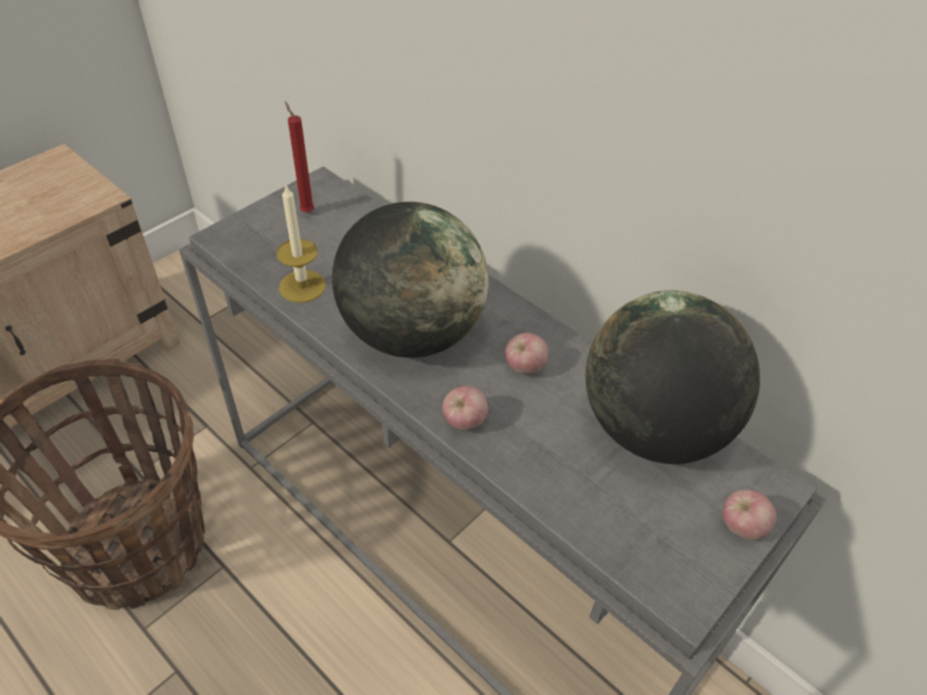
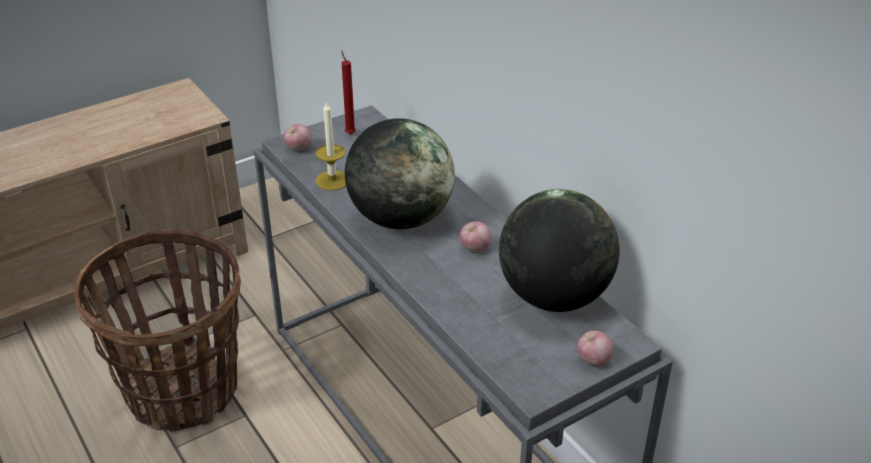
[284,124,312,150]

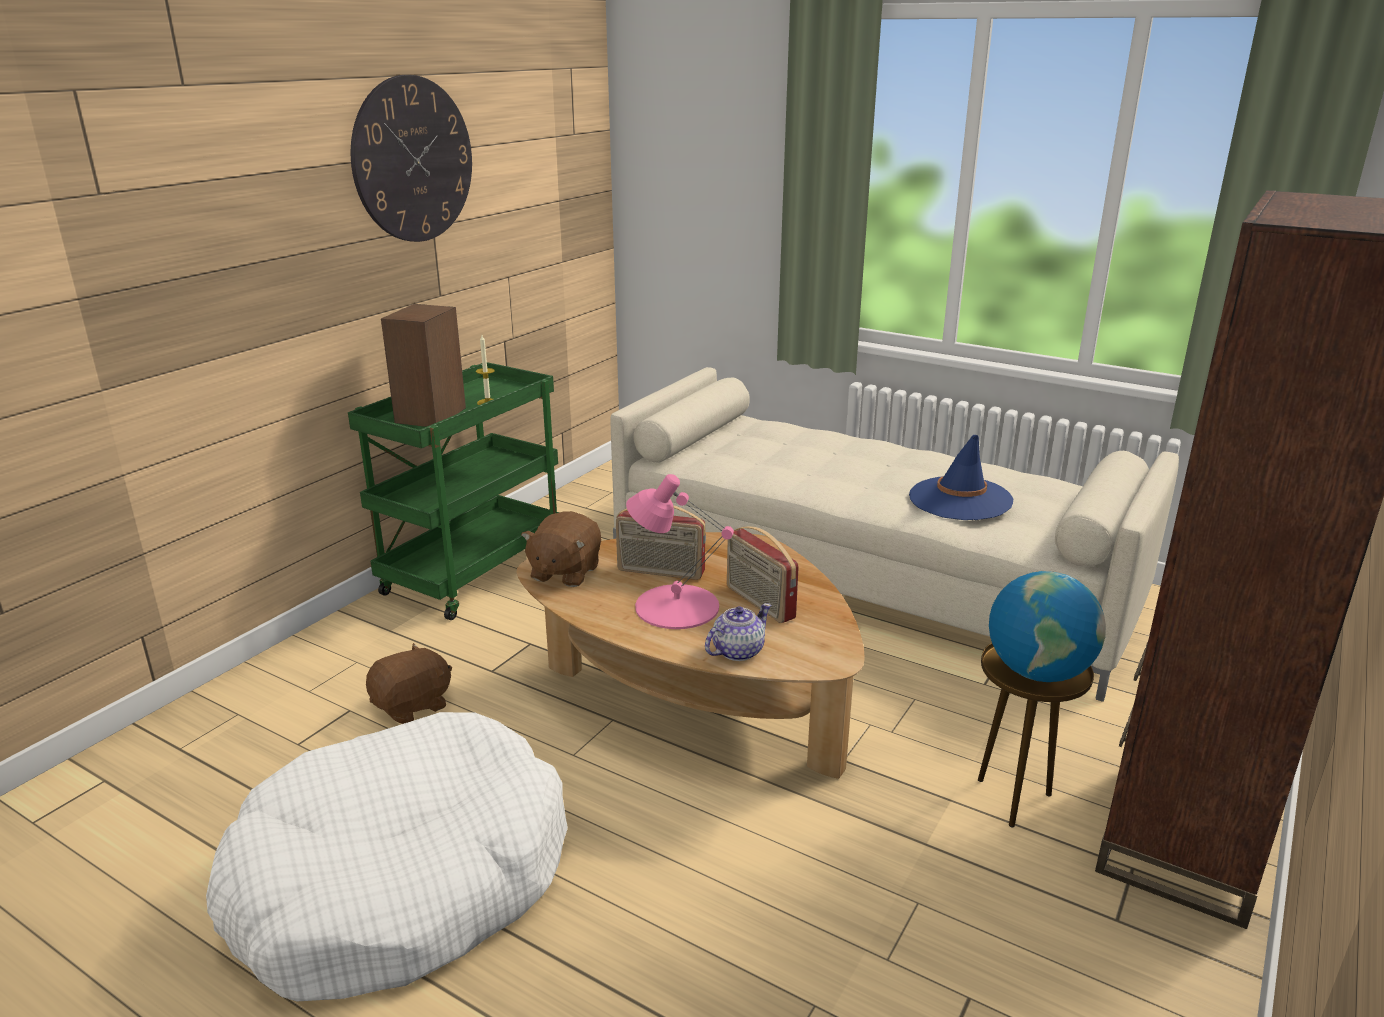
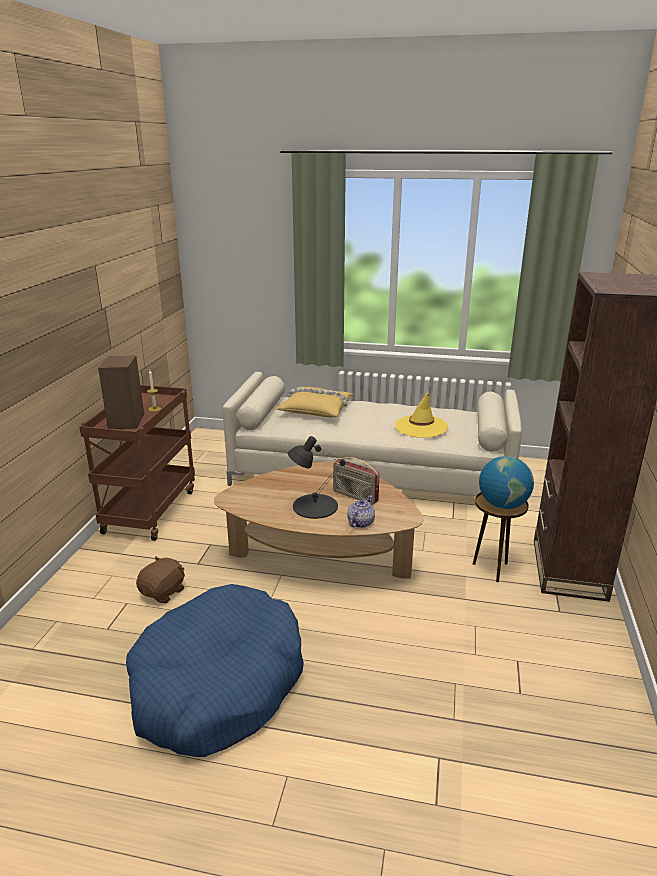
[126,584,304,757]
[80,385,195,541]
[351,75,472,242] (first image)
[521,511,601,587] (first image)
[616,505,706,580] (first image)
[287,436,346,519]
[395,393,448,438]
[276,387,353,417]

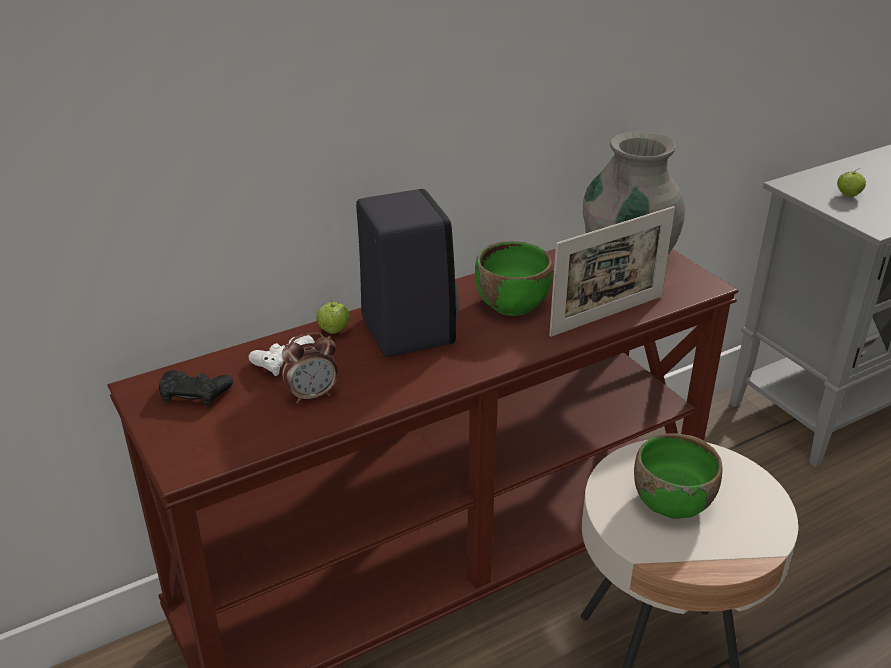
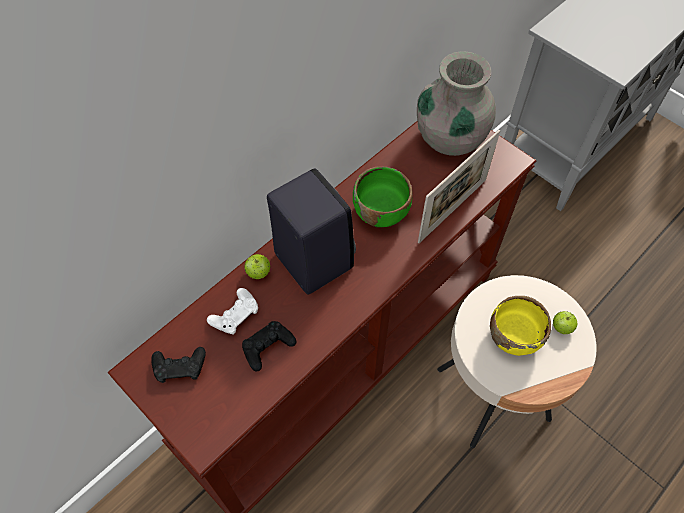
[242,321,296,371]
[490,296,551,356]
[553,311,578,334]

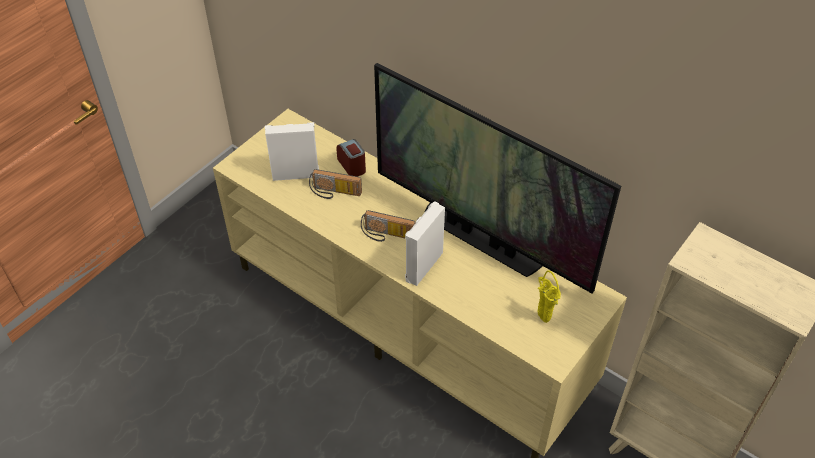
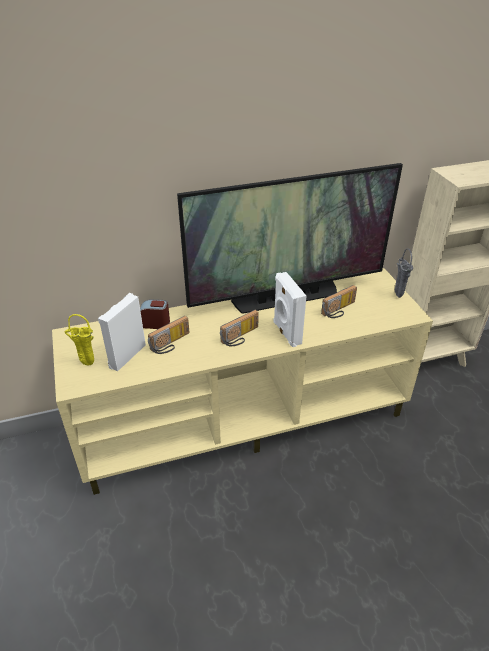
[65,314,94,365]
[321,285,357,318]
[395,248,413,298]

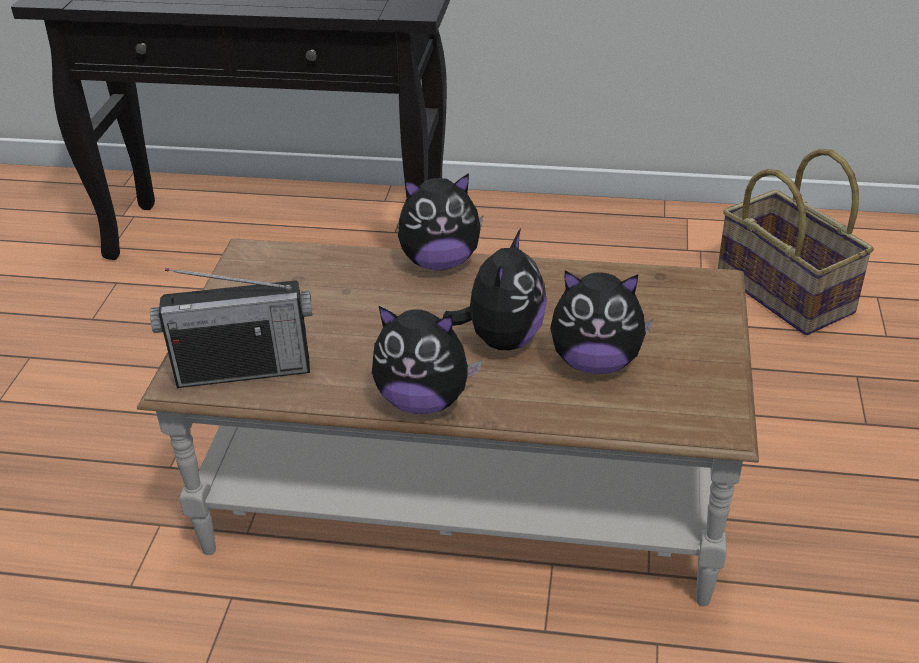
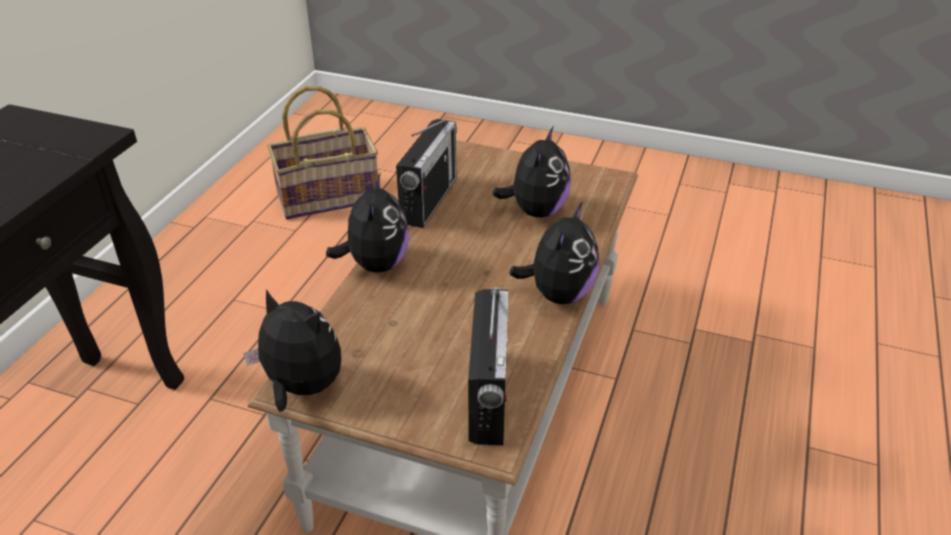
[243,289,341,412]
[396,119,457,228]

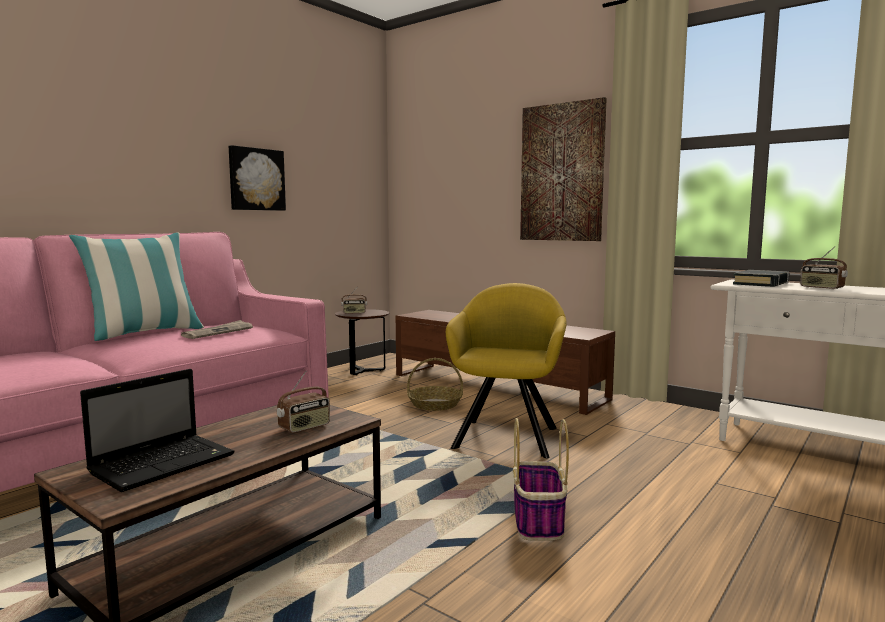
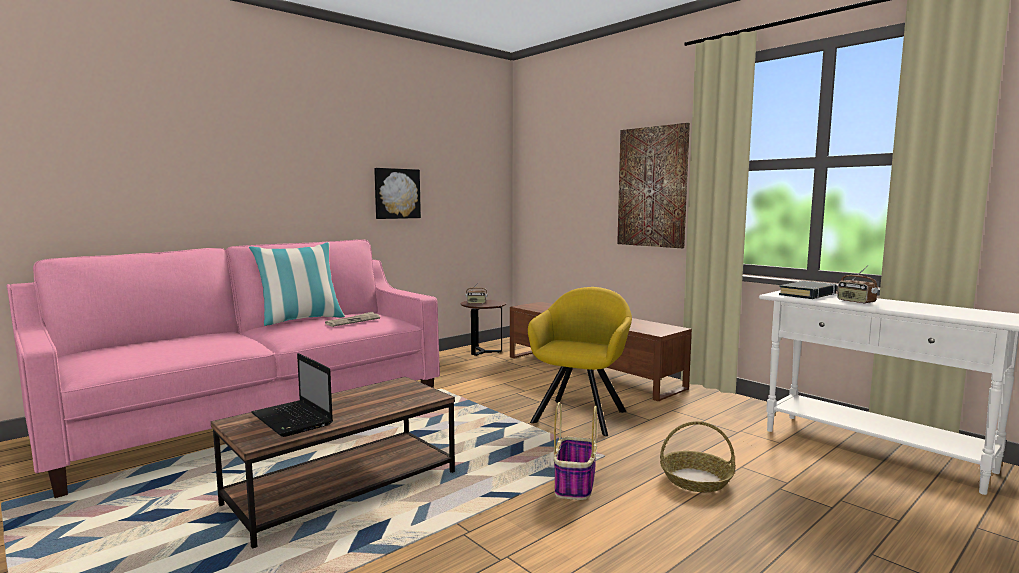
[251,353,333,437]
[277,371,330,433] (first image)
[660,421,735,492]

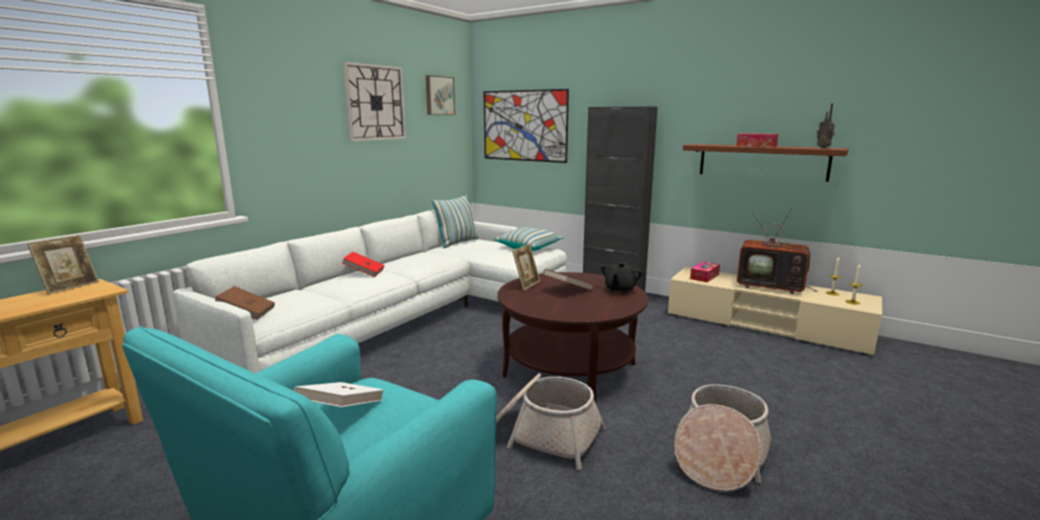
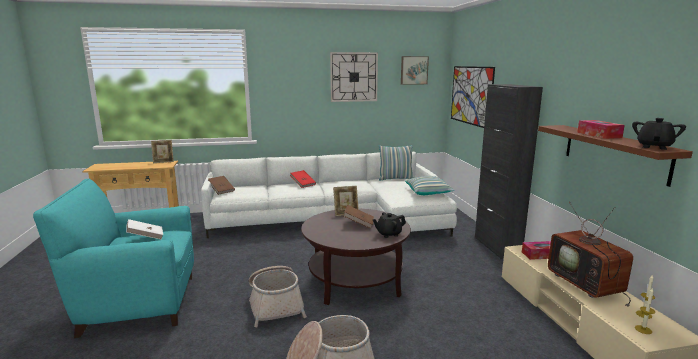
[632,118,686,150]

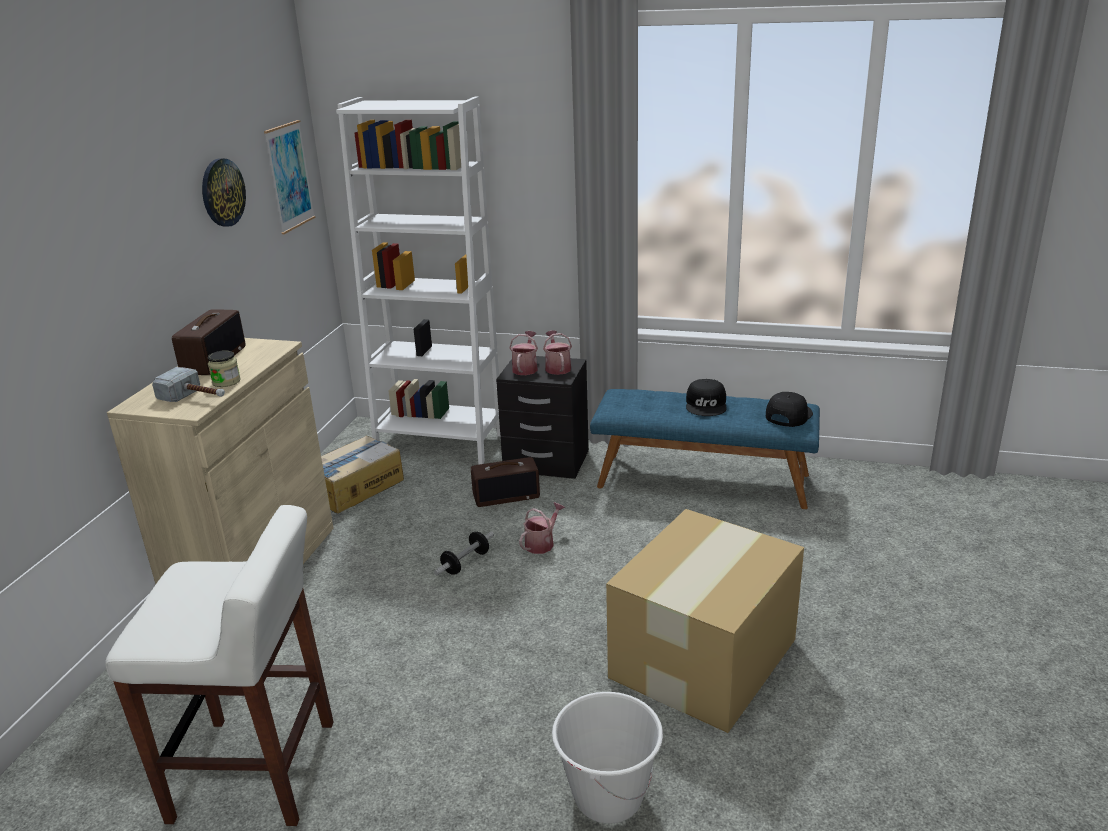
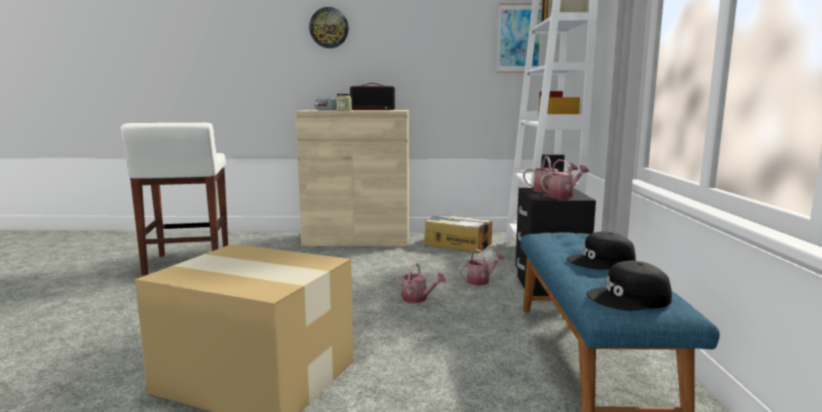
[309,7,349,48]
[434,531,494,576] (first image)
[459,249,505,286]
[552,692,663,824] (first image)
[587,261,672,310]

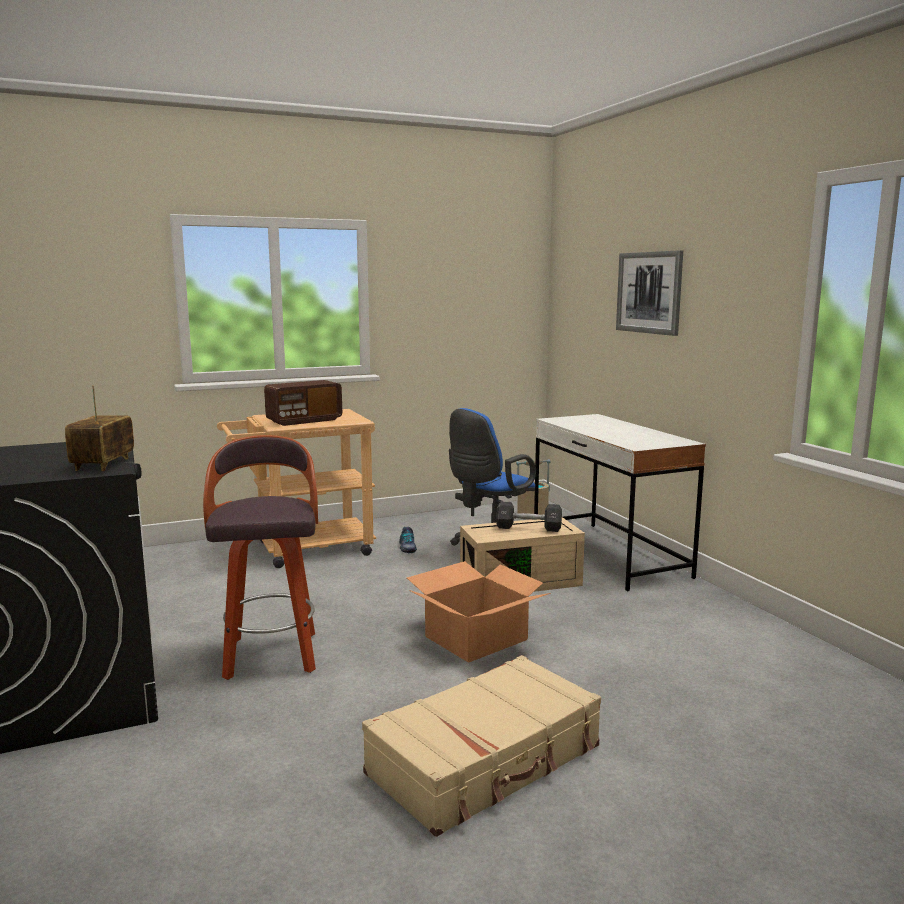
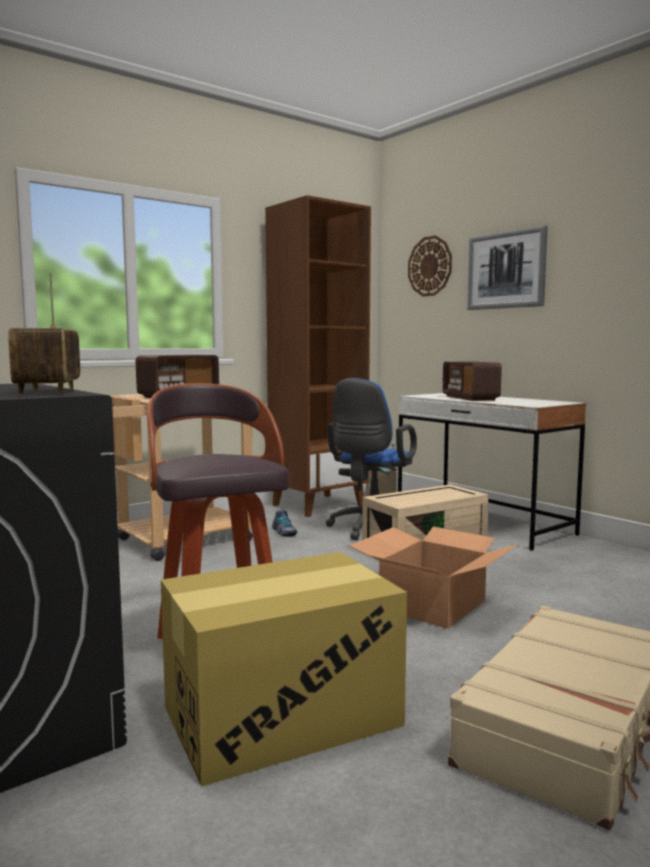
[496,502,562,532] (first image)
[161,552,407,787]
[265,195,371,517]
[408,235,452,296]
[443,361,502,401]

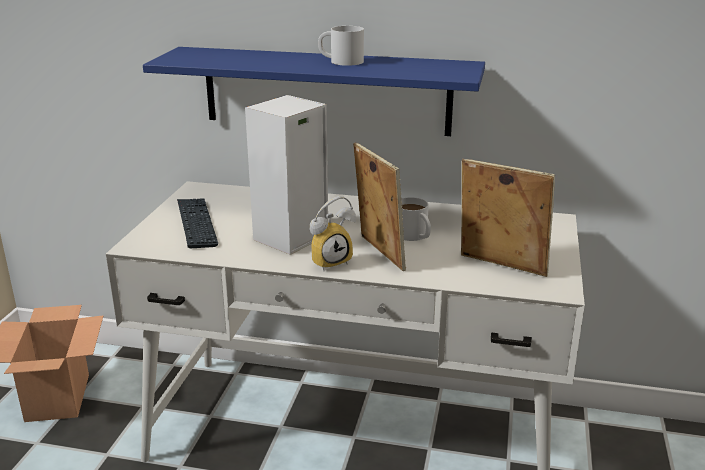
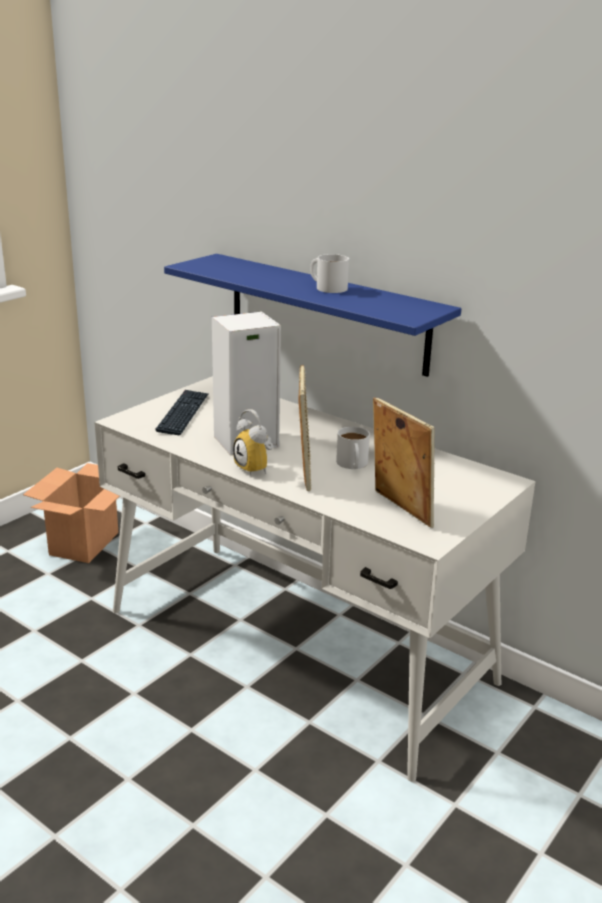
[233,409,274,476]

